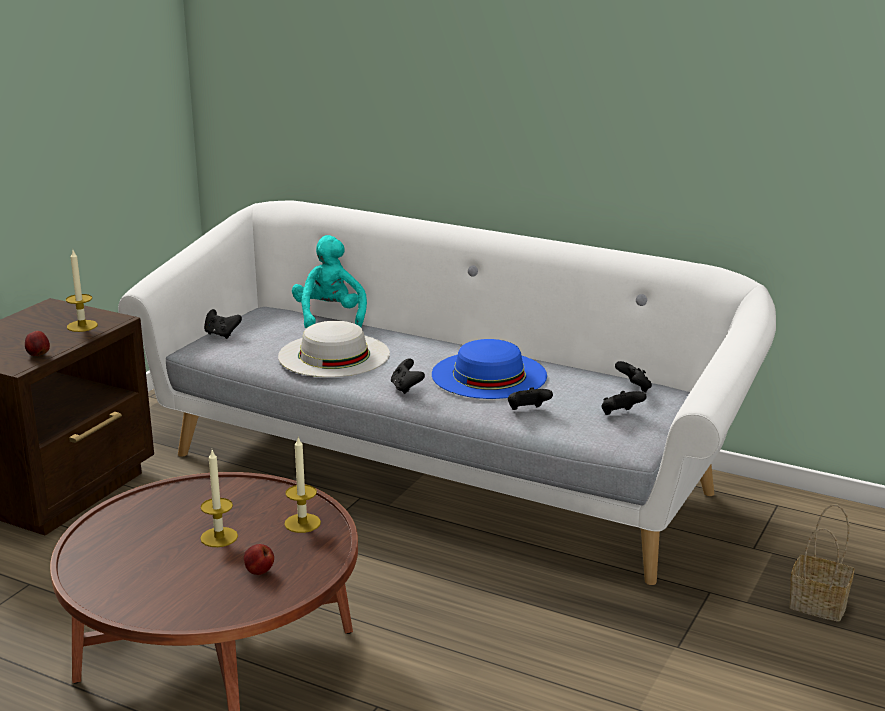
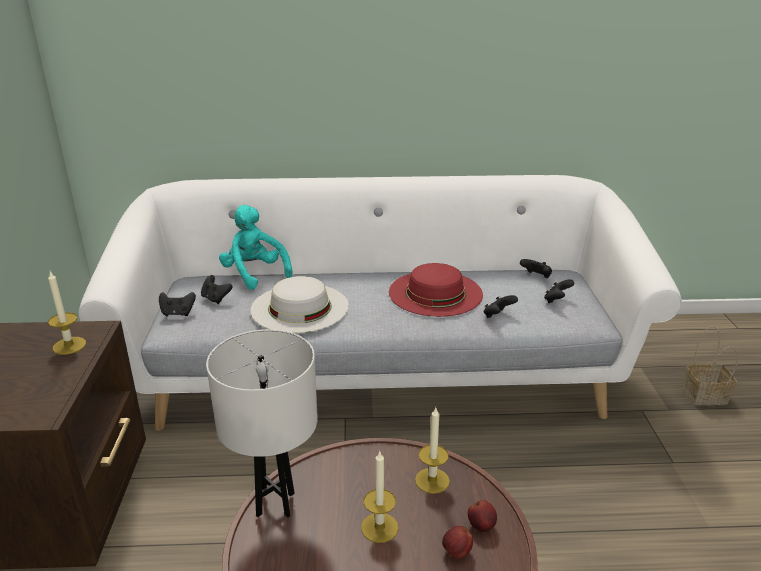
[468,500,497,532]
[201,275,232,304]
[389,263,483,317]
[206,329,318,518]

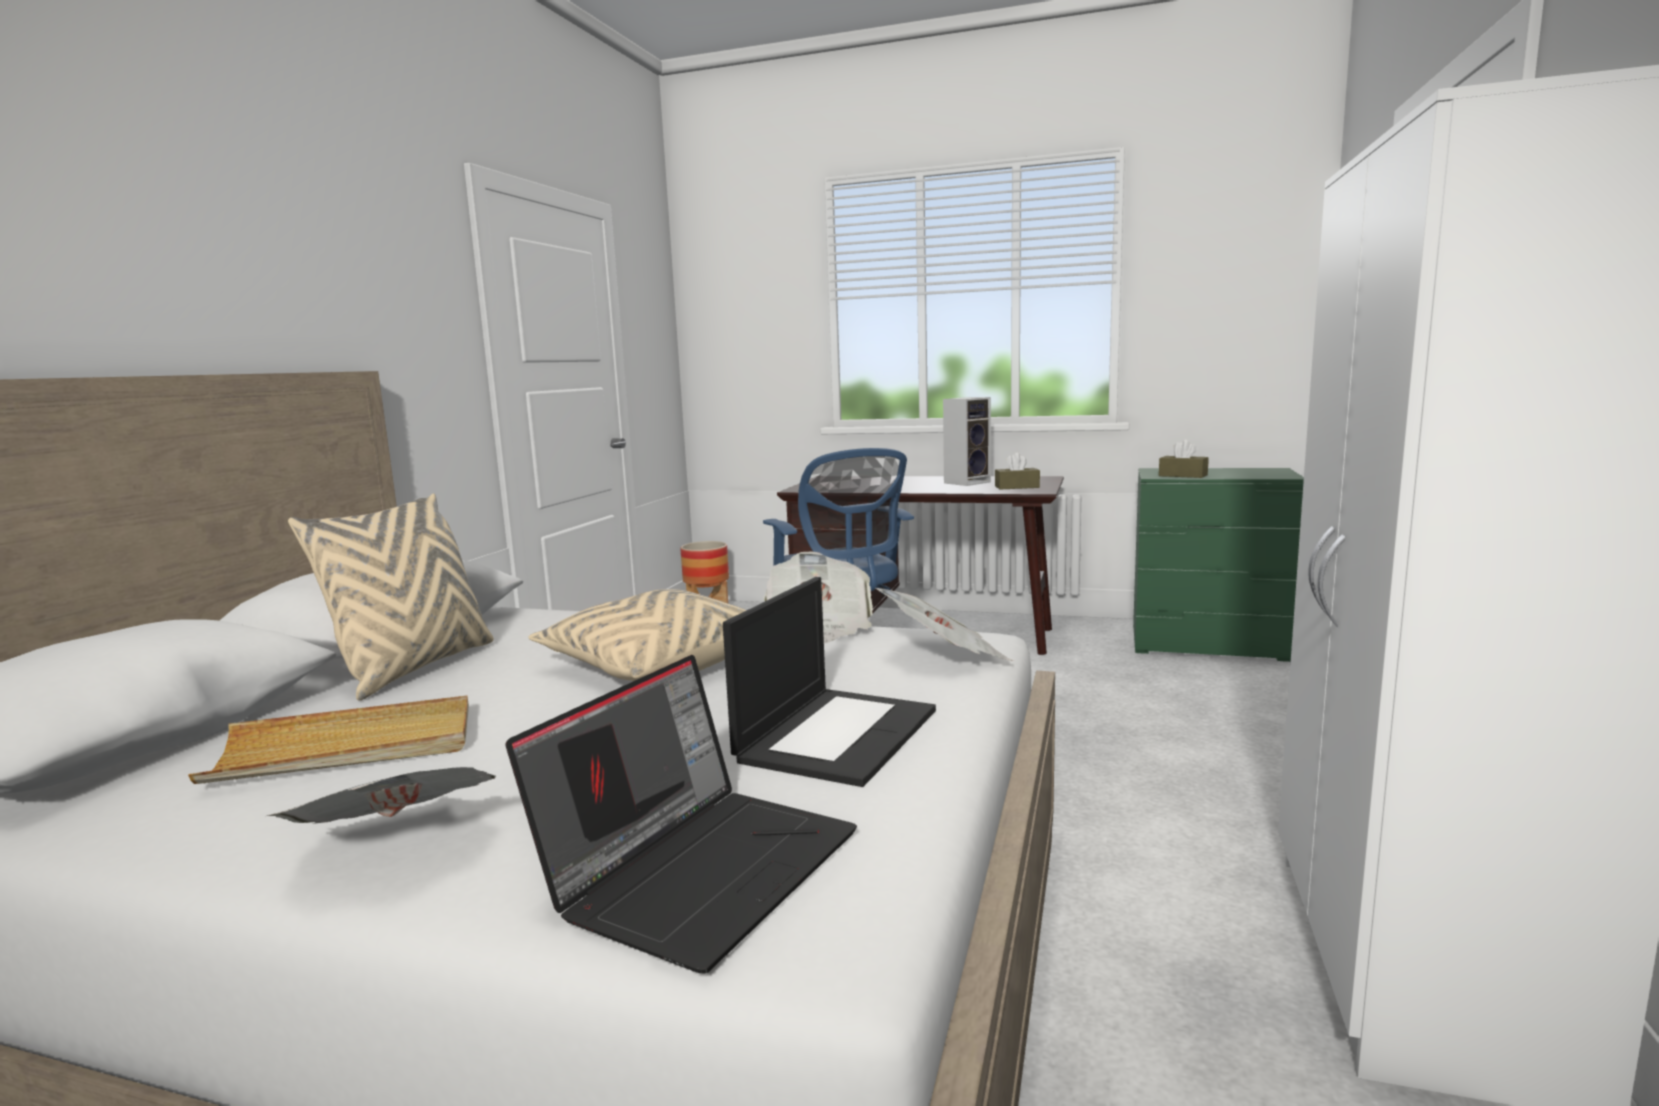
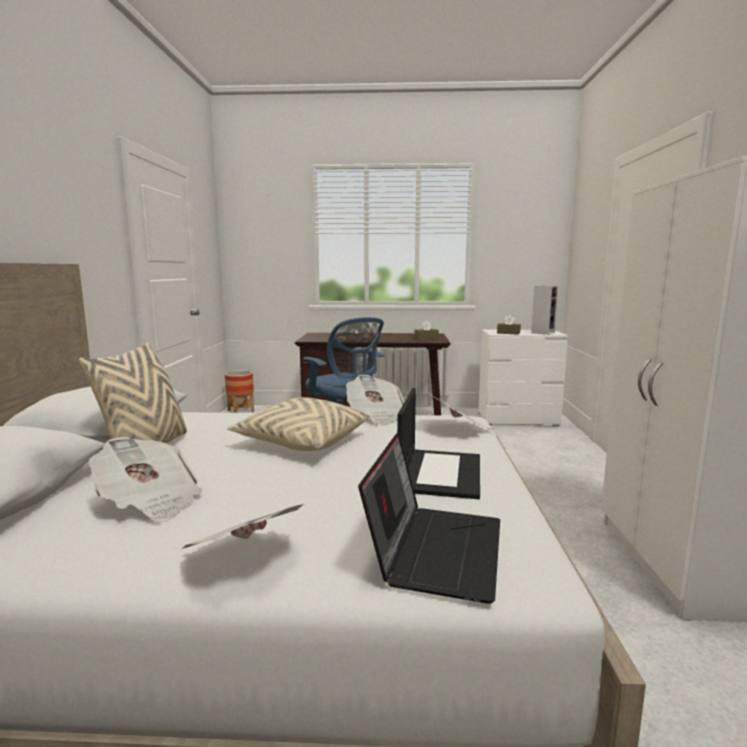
[88,437,203,522]
[531,286,558,335]
[478,329,568,426]

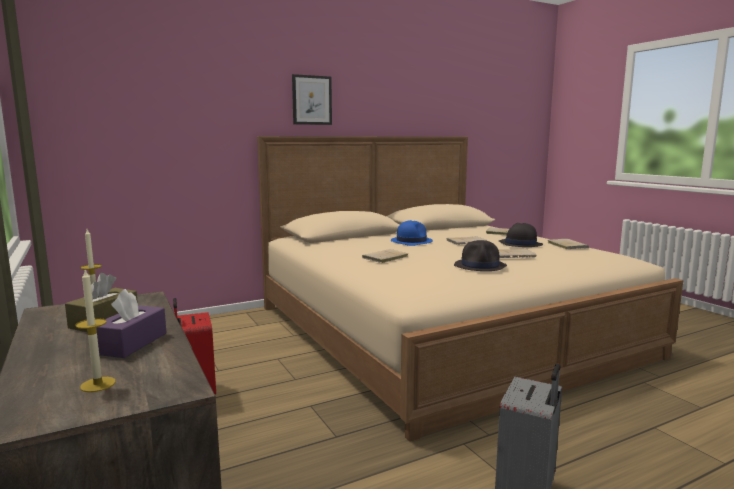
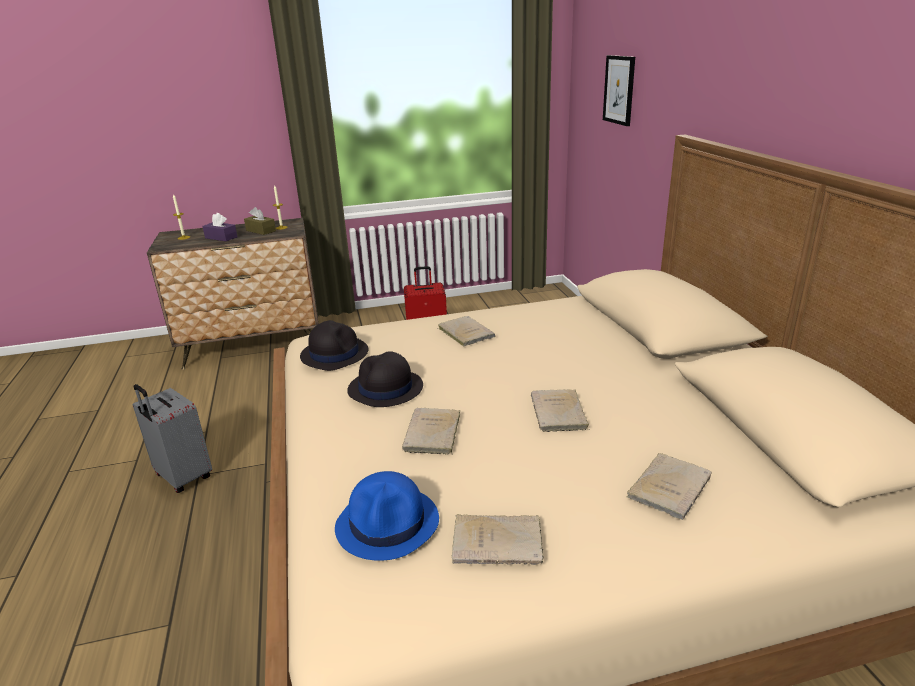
[603,55,635,126]
[335,471,439,561]
[300,320,368,371]

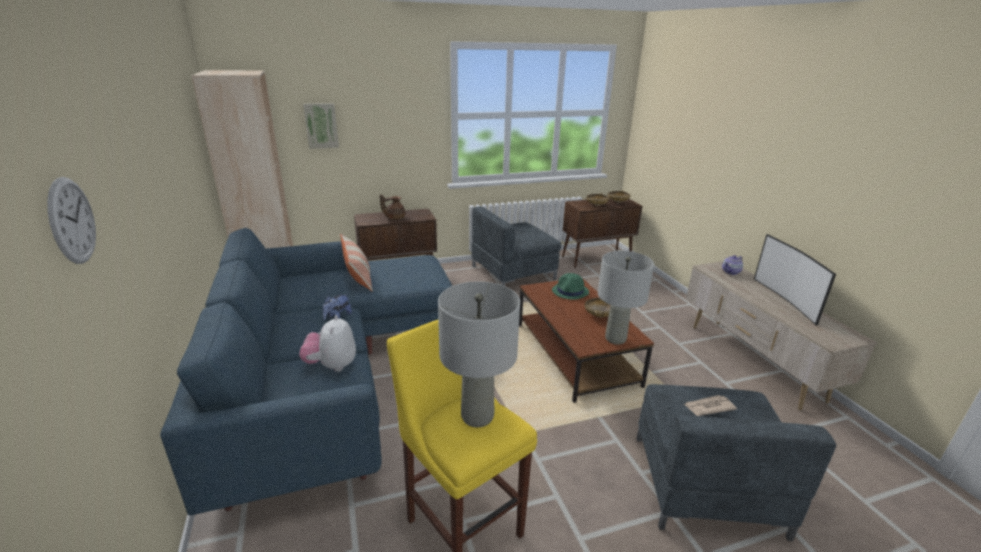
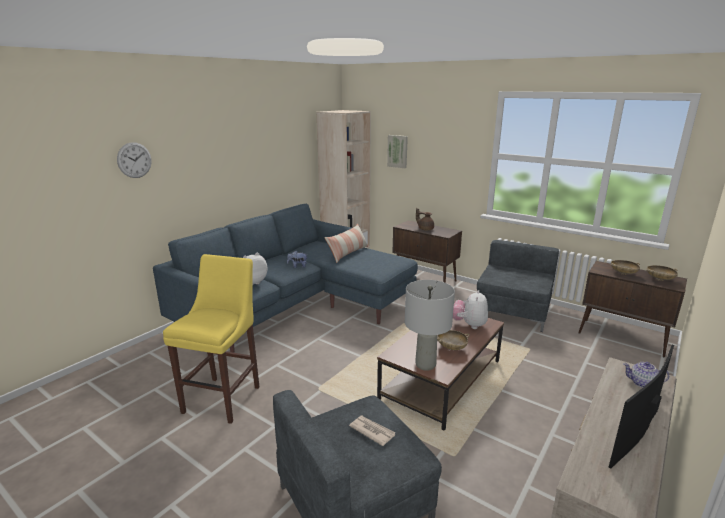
[438,281,520,428] (first image)
[477,240,559,332]
[453,290,488,329]

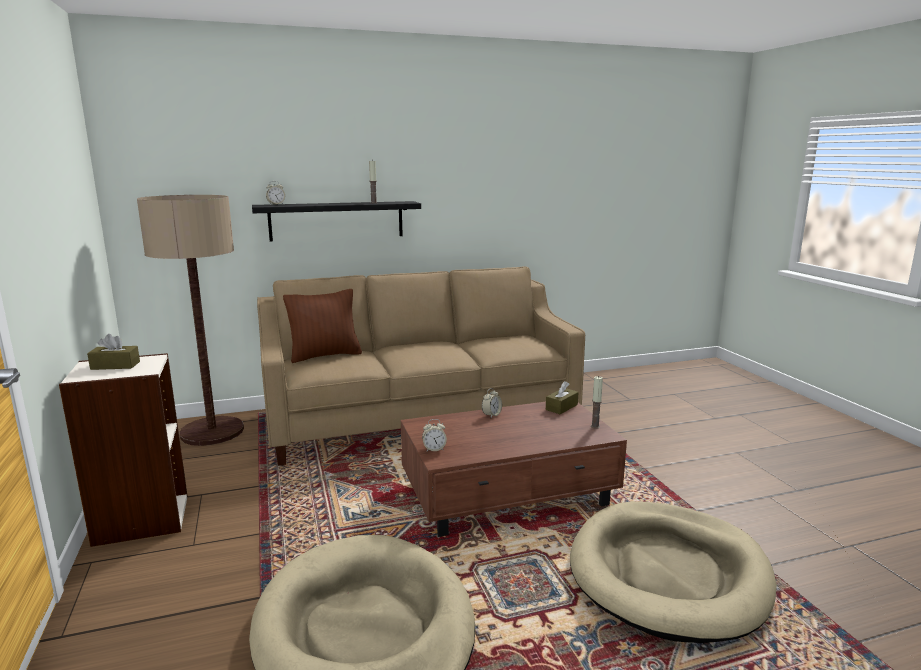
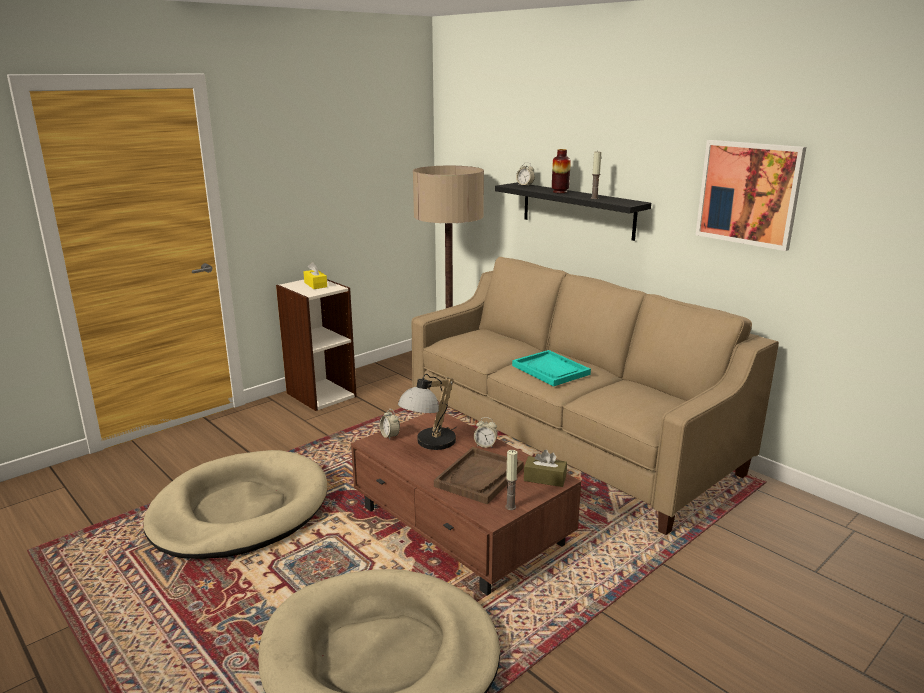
[303,262,327,289]
[283,289,362,363] (first image)
[398,374,457,450]
[434,447,524,505]
[512,350,591,387]
[552,149,571,193]
[696,140,806,251]

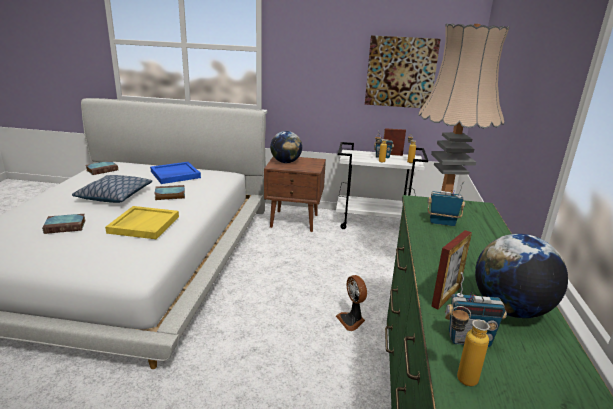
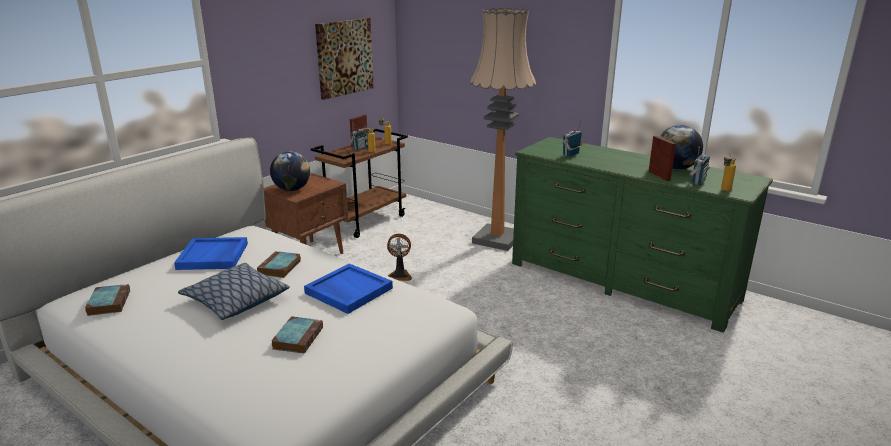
[304,263,393,314]
[311,129,408,238]
[387,234,412,281]

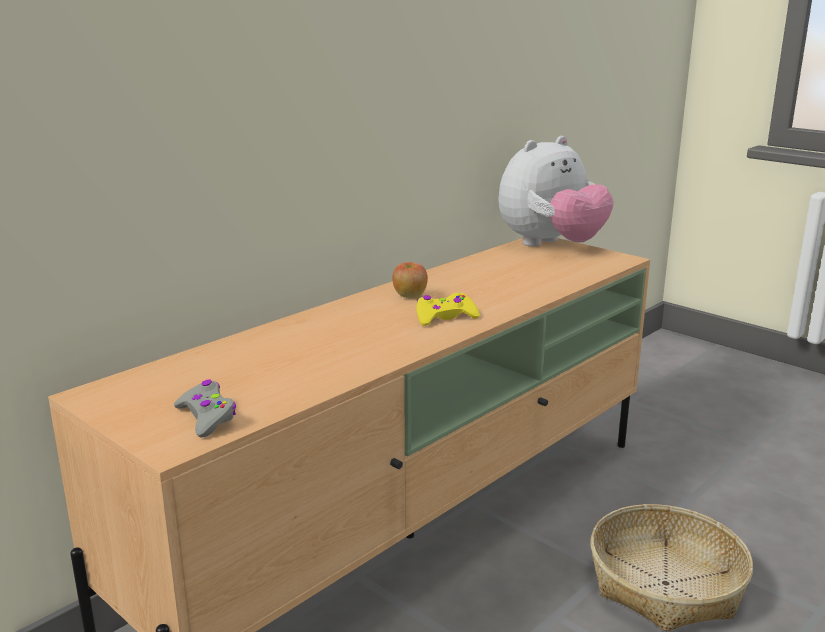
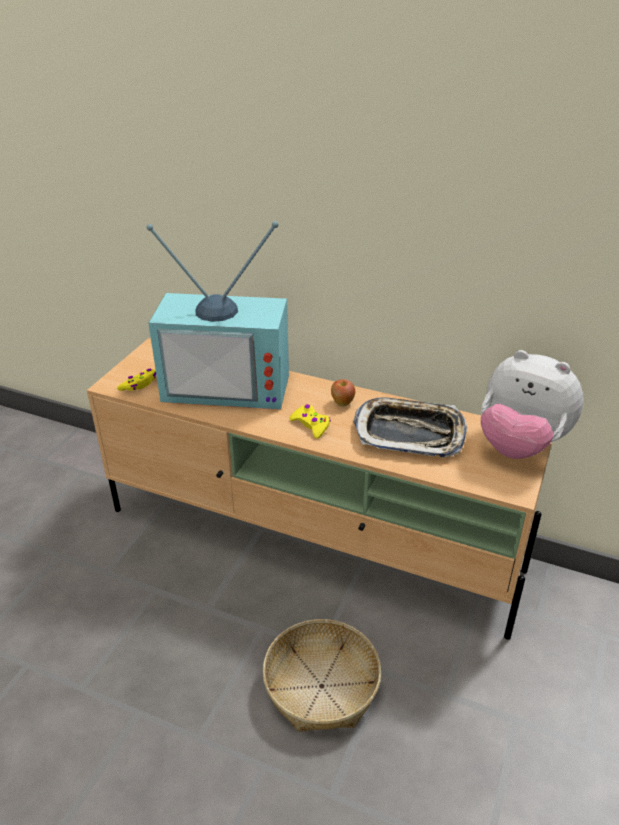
[117,369,156,391]
[147,221,289,409]
[353,397,467,457]

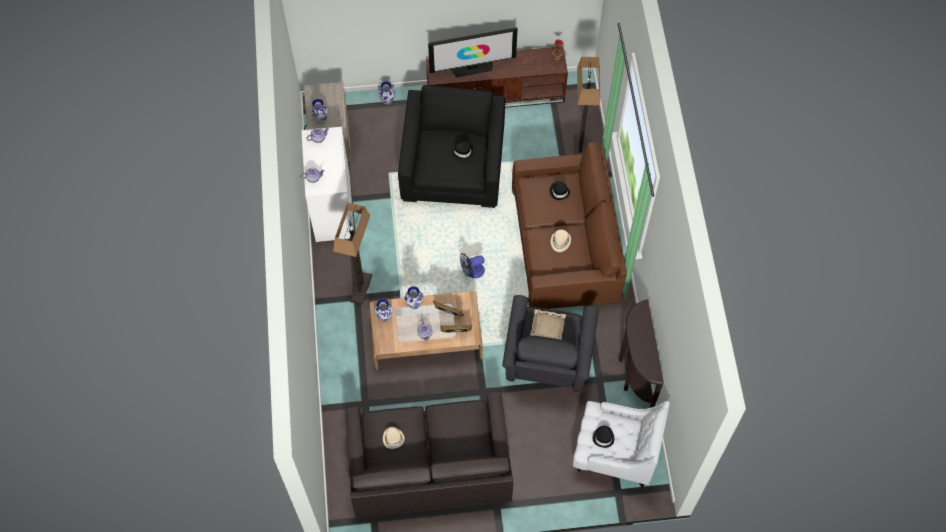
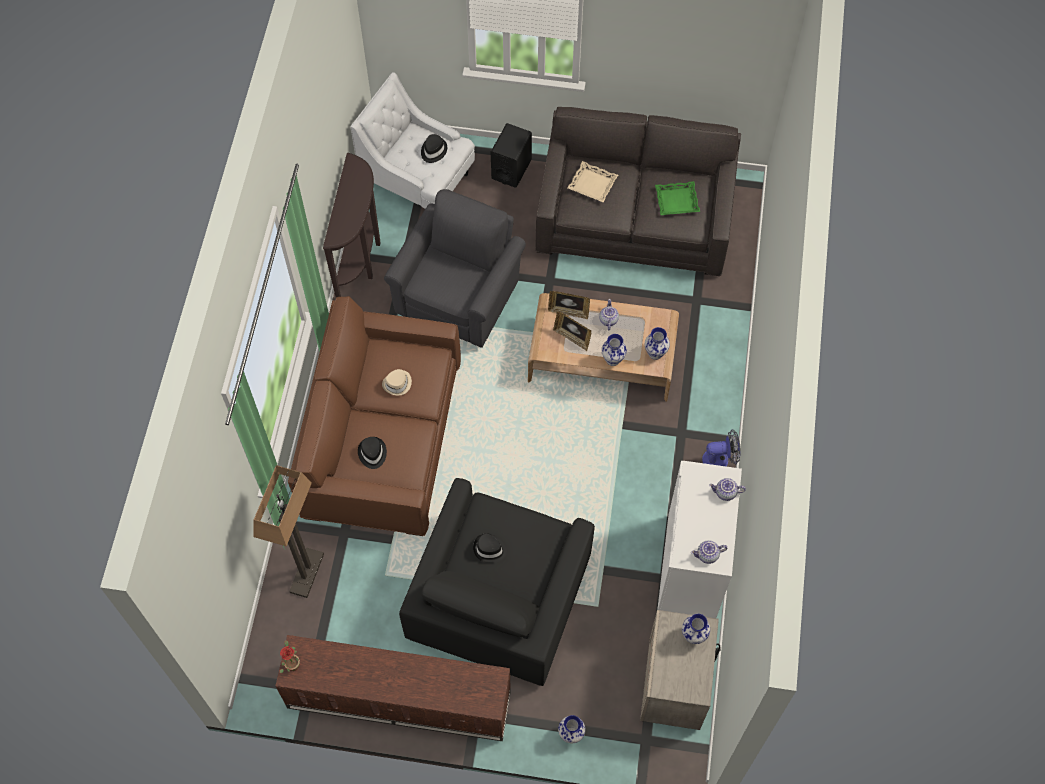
[333,202,372,305] (first image)
[655,181,700,215]
[428,27,518,77] (first image)
[702,429,741,467]
[567,161,618,202]
[491,123,532,188]

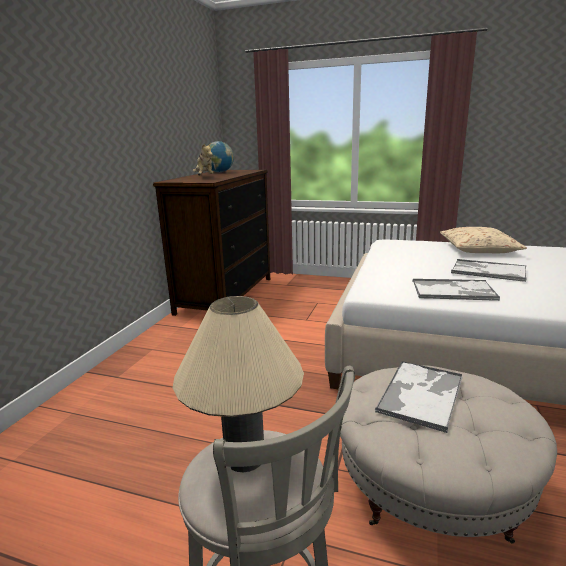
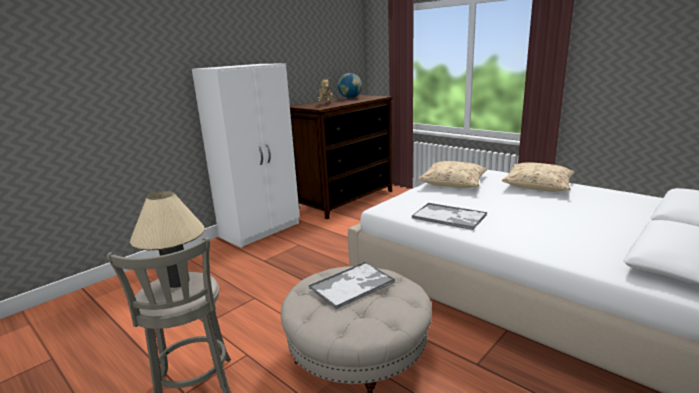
[451,259,527,282] (first image)
[192,63,300,248]
[418,161,488,188]

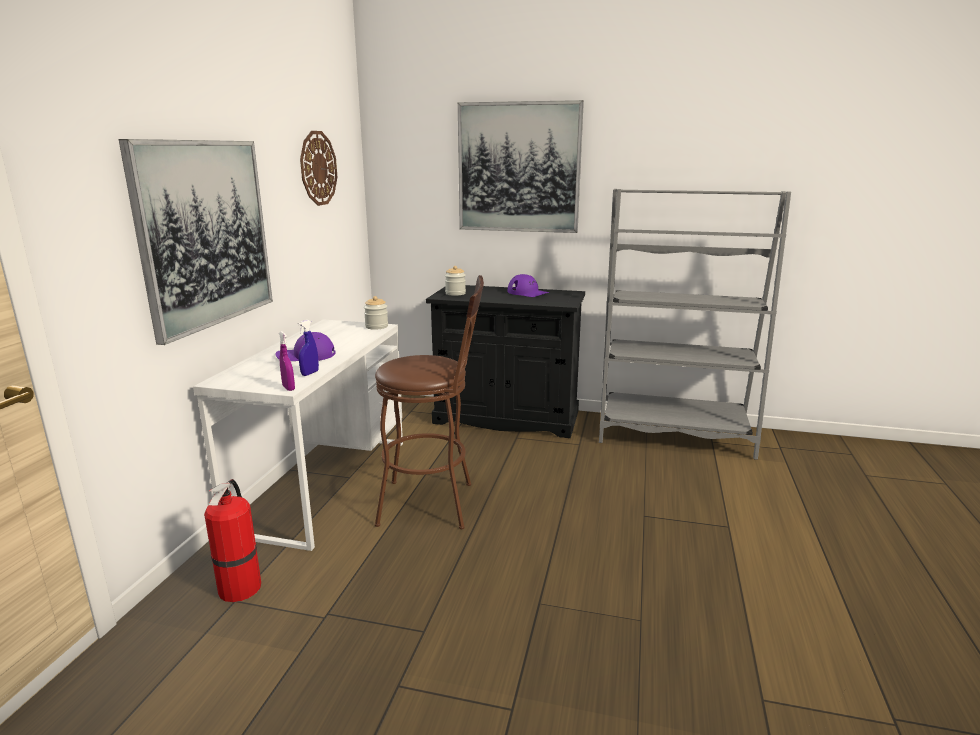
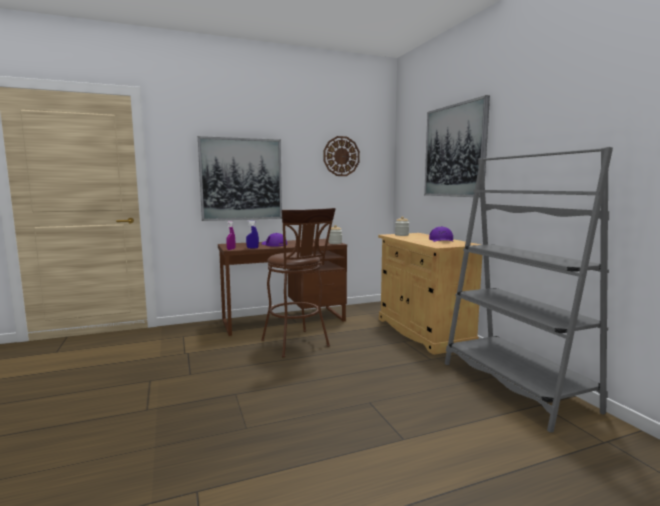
[218,239,347,336]
[204,479,261,602] (first image)
[378,233,482,355]

